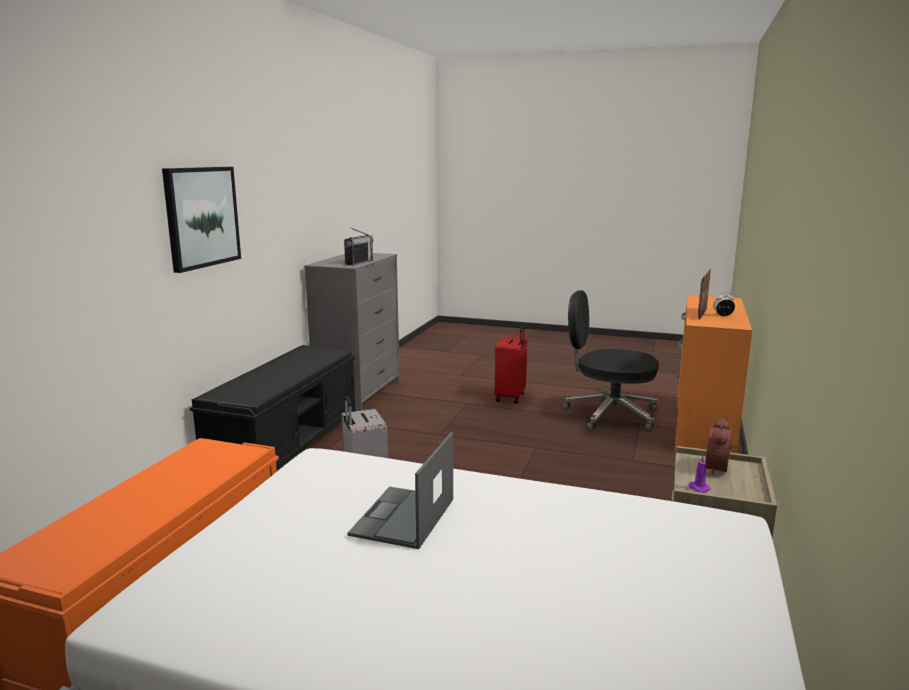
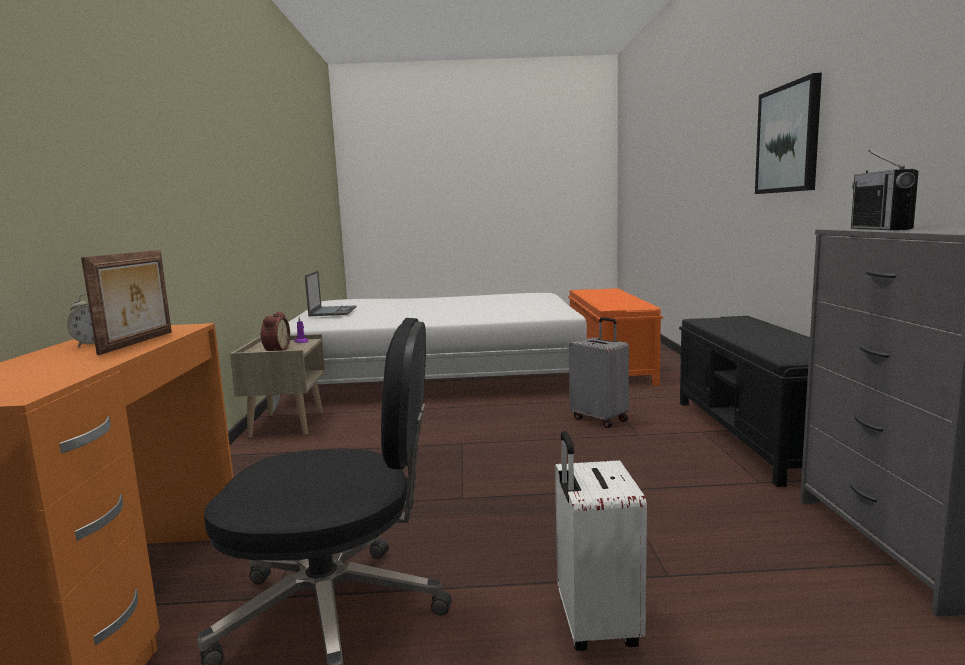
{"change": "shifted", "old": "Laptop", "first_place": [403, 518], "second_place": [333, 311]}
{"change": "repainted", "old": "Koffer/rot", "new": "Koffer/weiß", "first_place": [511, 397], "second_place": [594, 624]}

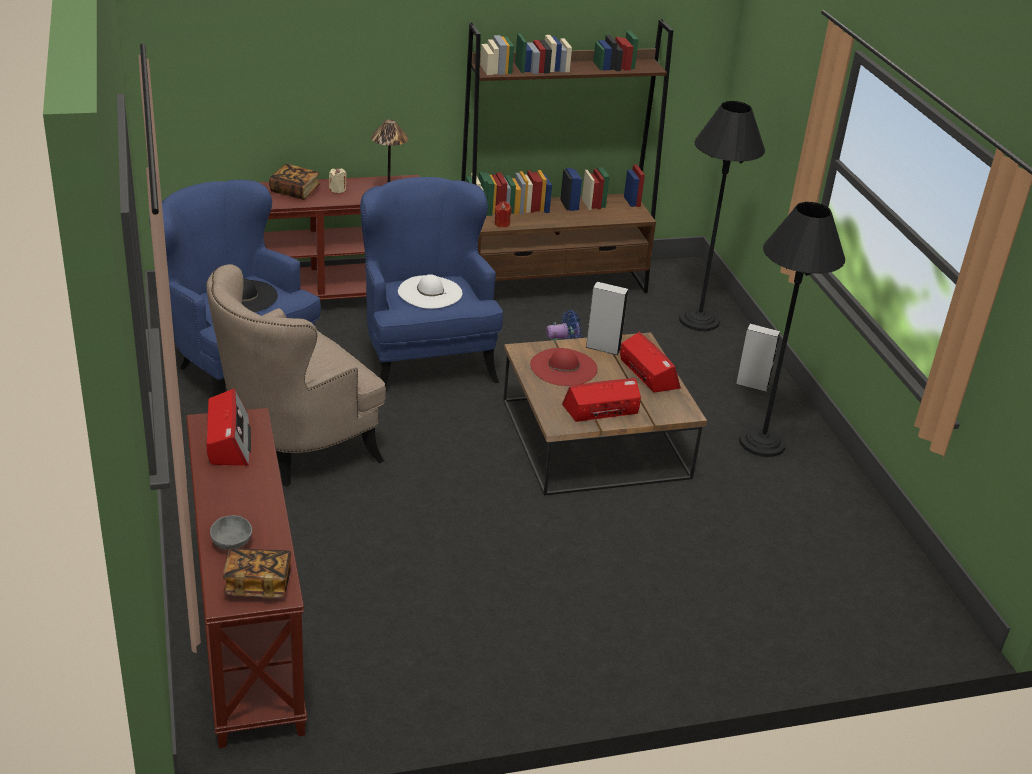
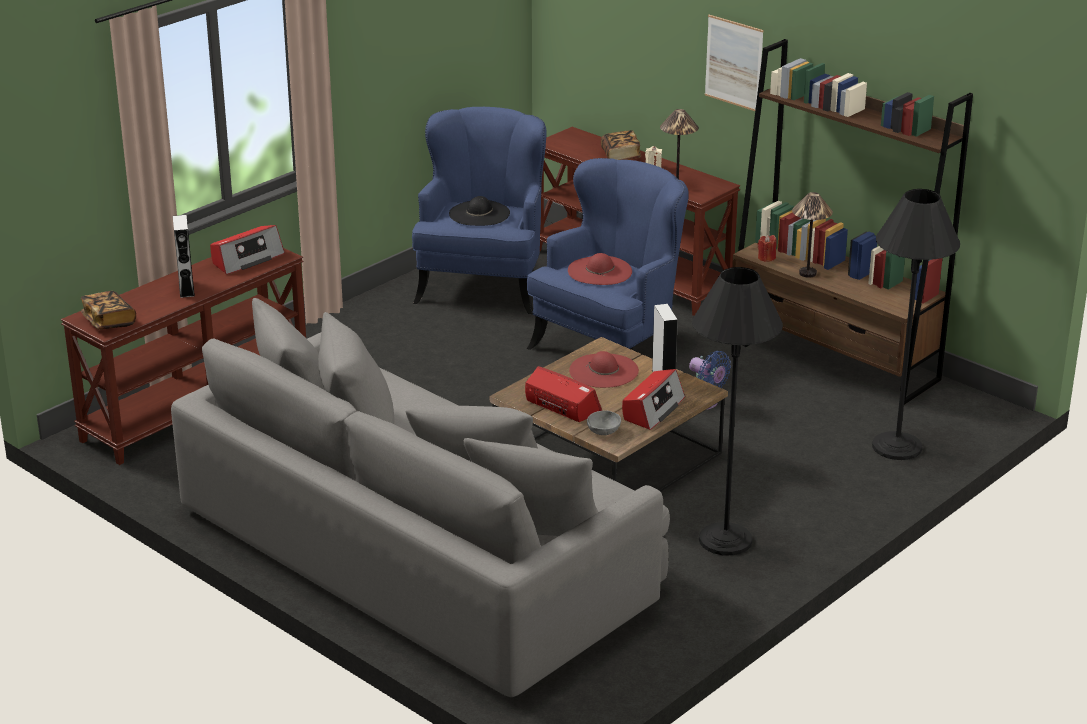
{"change": "gone", "old": "Sessel/beige", "first_place": [295, 448]}
{"change": "new", "new": "Sofa/grau", "second_place": [421, 551]}
{"change": "new", "new": "Bild", "second_place": [734, 63]}
{"change": "new", "new": "Tischlampe", "second_place": [808, 273]}
{"change": "shifted", "old": "Schüssel/grau", "first_place": [232, 542], "second_place": [604, 432]}
{"change": "shifted", "old": "Lautsprecher/grau", "first_place": [752, 385], "second_place": [186, 289]}
{"change": "repainted", "old": "Hut/weiß", "new": "Hut/rot", "first_place": [430, 292], "second_place": [599, 271]}

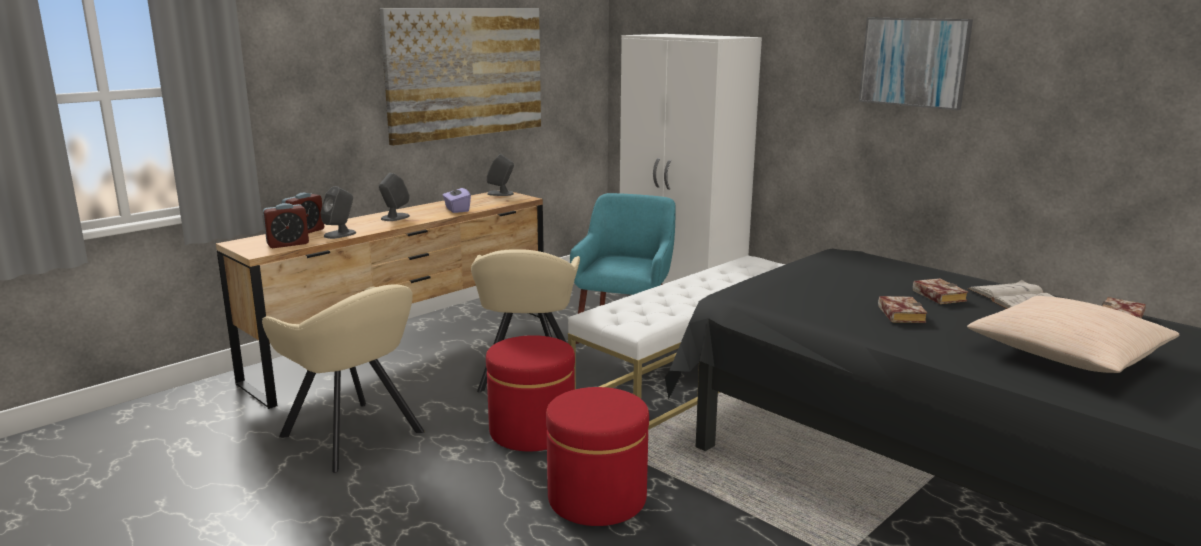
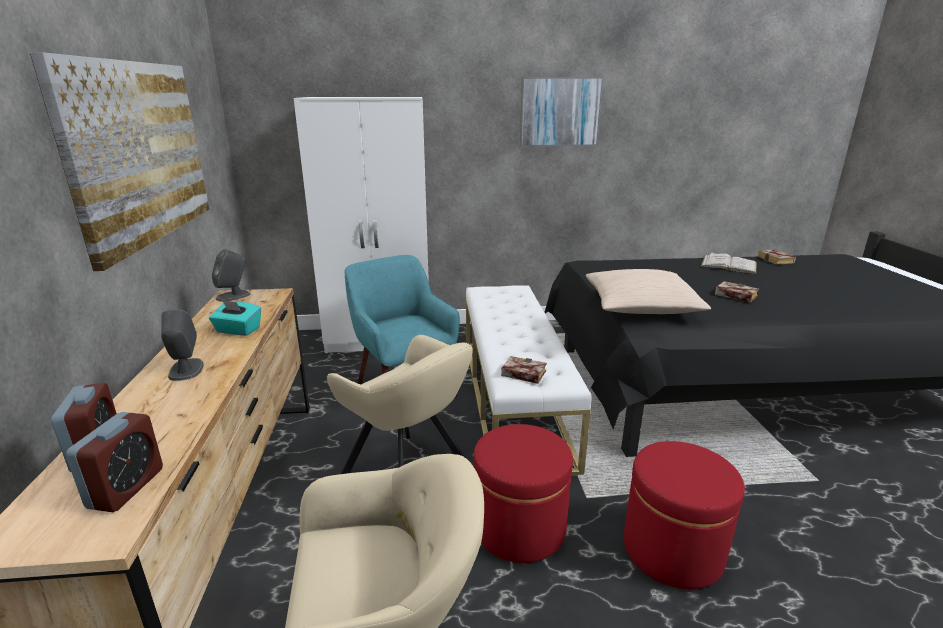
{"change": "gone", "old": "Lautsprecher/grau", "first_place": [340, 234]}
{"change": "shifted", "old": "Buch", "first_place": [936, 296], "second_place": [521, 374]}
{"change": "shifted", "old": "Kissen/beige", "first_place": [1067, 353], "second_place": [640, 306]}
{"change": "repainted", "old": "Taschentuchbox/lila", "new": "Taschentuchbox/türkis", "first_place": [456, 209], "second_place": [238, 330]}

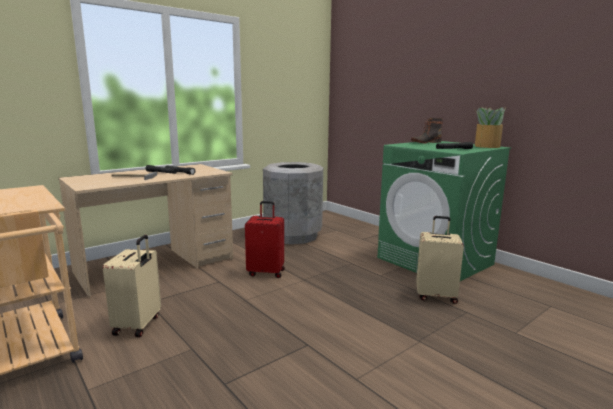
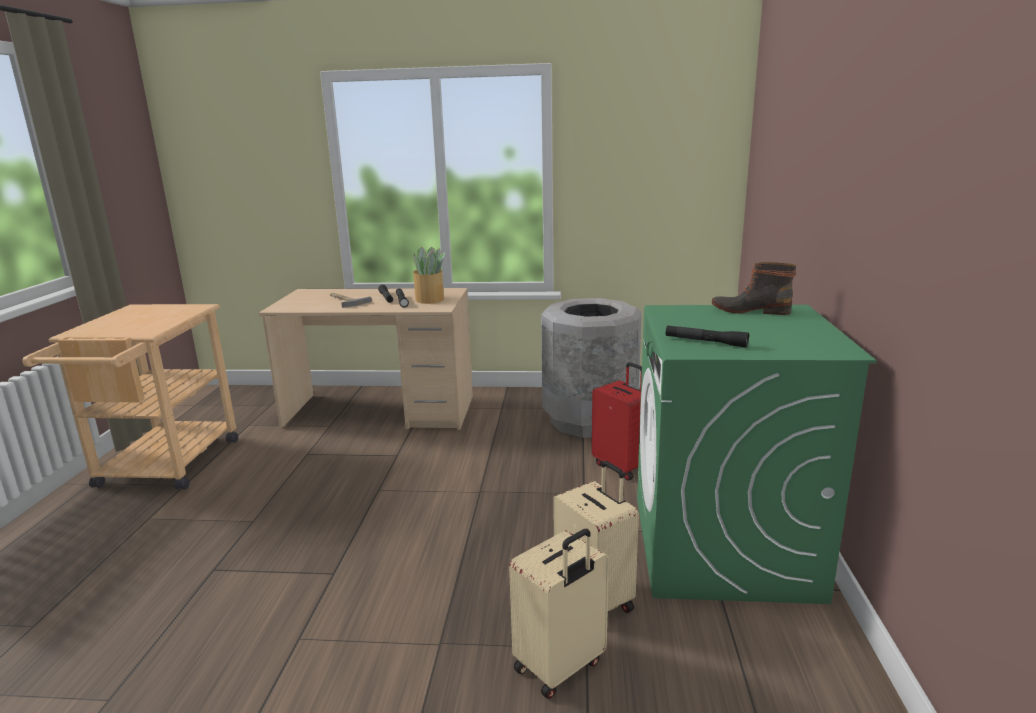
{"change": "shifted", "old": "Koffer/beige", "first_place": [138, 325], "second_place": [560, 667]}
{"change": "shifted", "old": "Koffer/rot", "first_place": [266, 272], "second_place": [623, 466]}
{"change": "shifted", "old": "Topfpflanze", "first_place": [486, 146], "second_place": [429, 299]}

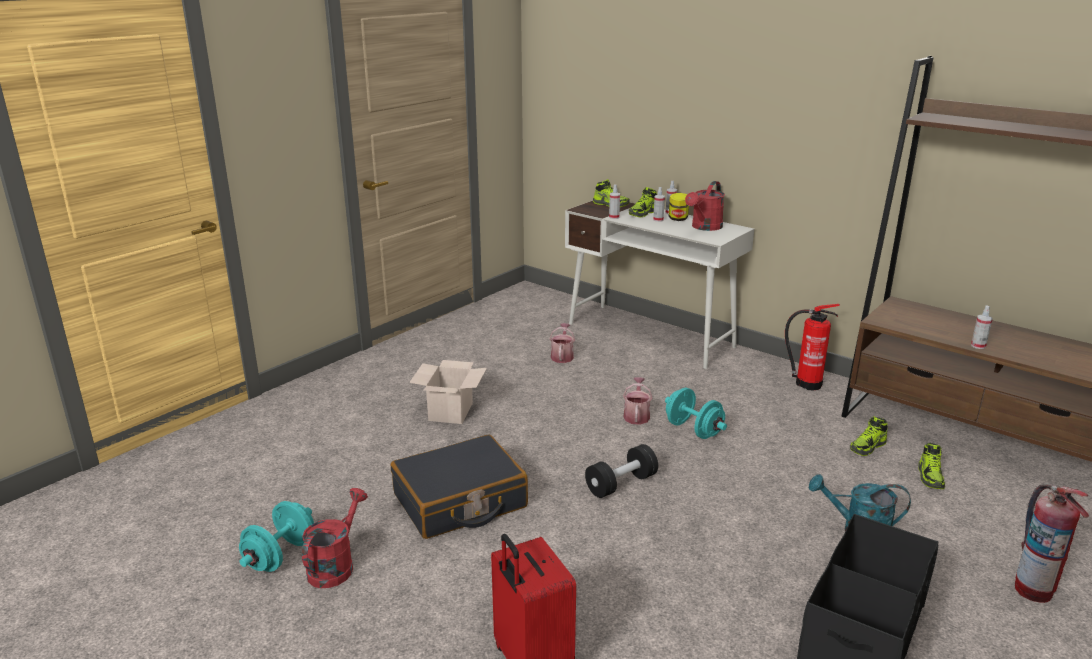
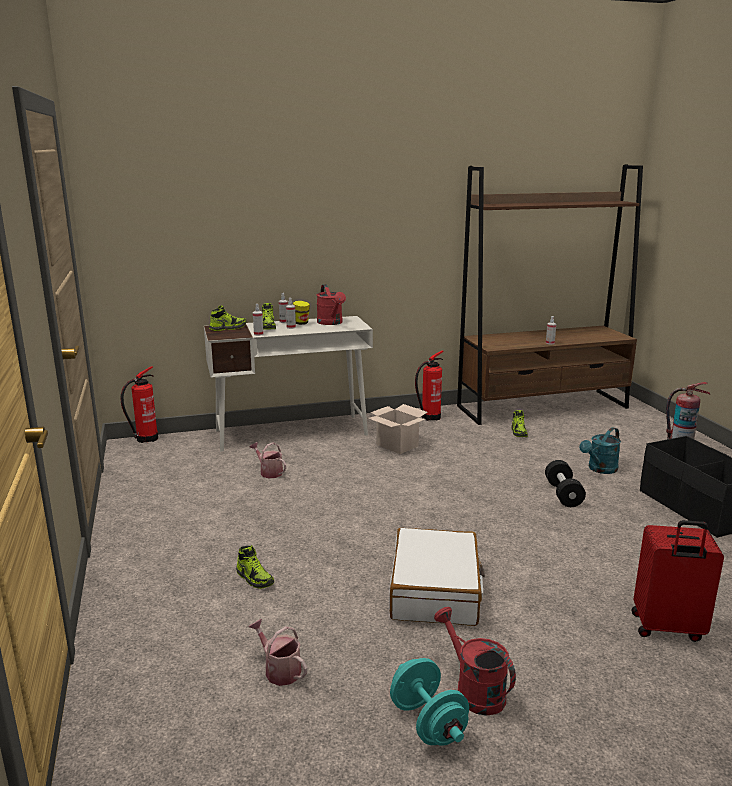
{"change": "gone", "old": "Hantel/türkis", "first_place": [693, 430]}
{"change": "new", "new": "Feuerlöscher", "second_place": [145, 439]}
{"change": "shifted", "old": "Karton", "first_place": [450, 411], "second_place": [396, 445]}
{"change": "shifted", "old": "Hantel/schwarz", "first_place": [621, 484], "second_place": [563, 494]}
{"change": "shifted", "old": "Gießkanne", "first_place": [636, 415], "second_place": [279, 670]}
{"change": "shifted", "old": "Schuh", "first_place": [930, 477], "second_place": [255, 578]}
{"change": "repainted", "old": "Koffer/schwarz", "new": "Koffer/weiß", "first_place": [460, 501], "second_place": [435, 591]}

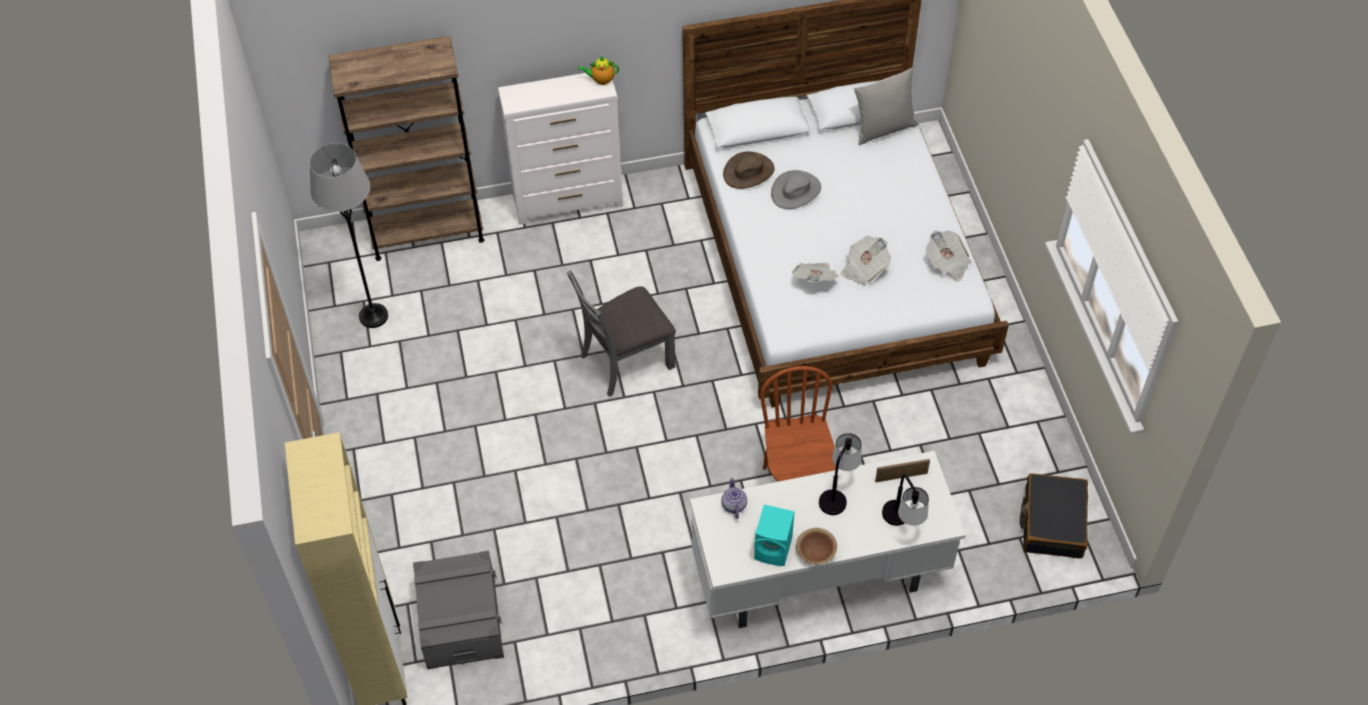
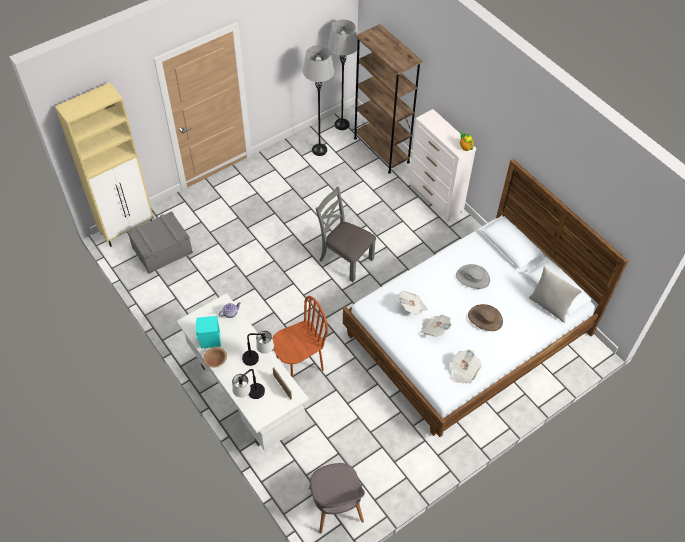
{"change": "new", "new": "Stehlampe/grau", "second_place": [342, 124]}
{"change": "shifted", "old": "Hut/braun", "first_place": [748, 172], "second_place": [485, 318]}
{"change": "swapped", "old": "Koffer/schwarz", "new": "Stuhl/grau", "first_place": [1052, 522], "second_place": [336, 506]}

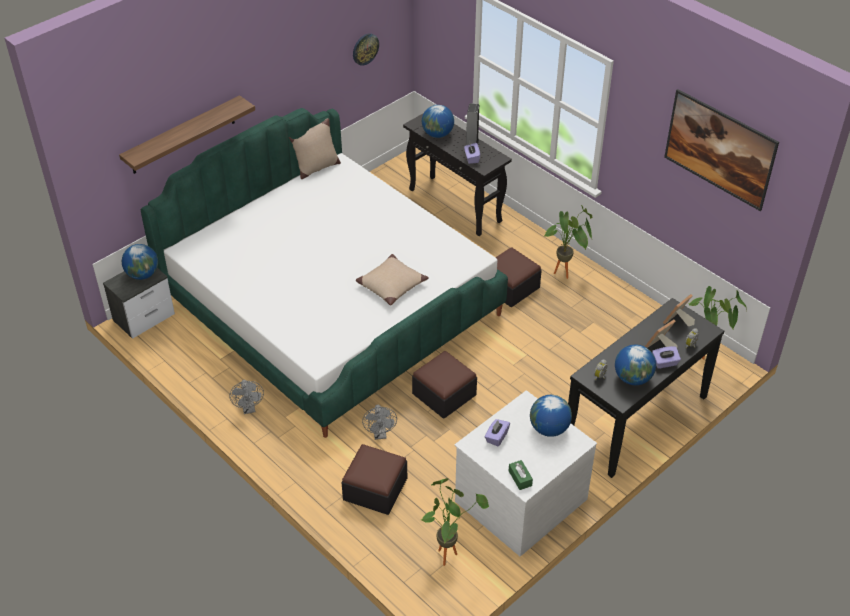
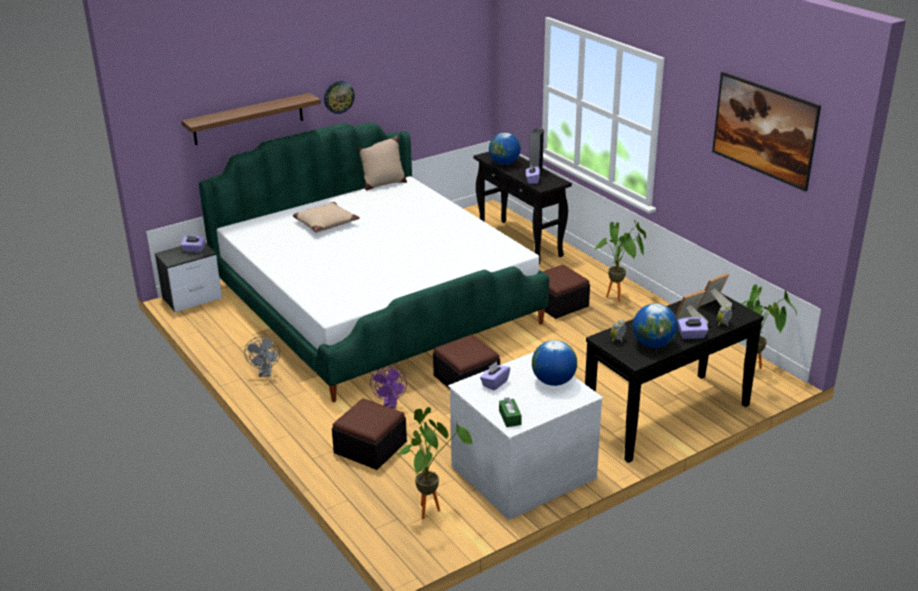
{"change": "shifted", "old": "Wanduhr", "first_place": [365, 49], "second_place": [338, 97]}
{"change": "shifted", "old": "Kissen/beige", "first_place": [391, 285], "second_place": [325, 223]}
{"change": "swapped", "old": "Globus", "new": "Taschentuchbox/lila", "first_place": [143, 274], "second_place": [194, 250]}
{"change": "repainted", "old": "Ventilator/grau", "new": "Ventilator/lila", "first_place": [380, 434], "second_place": [390, 404]}

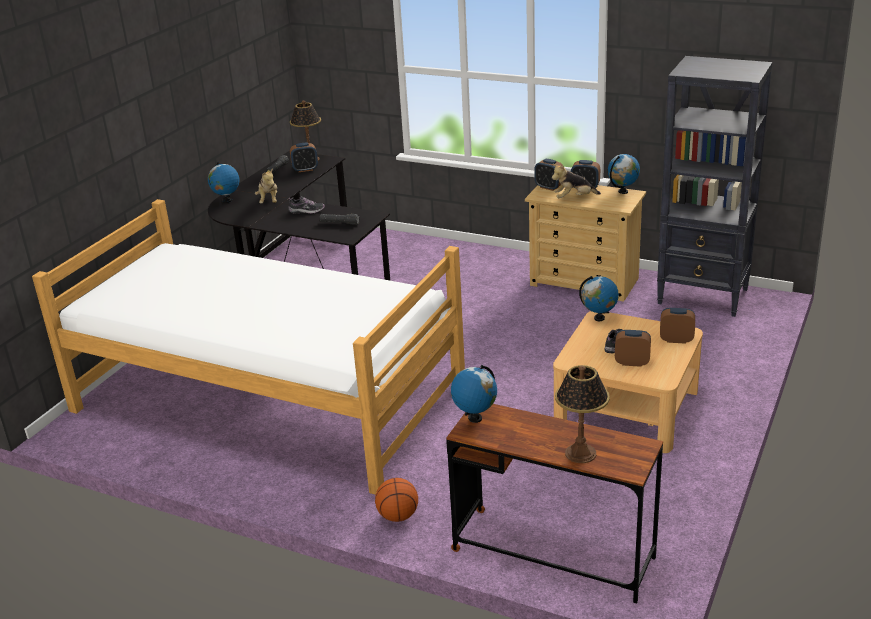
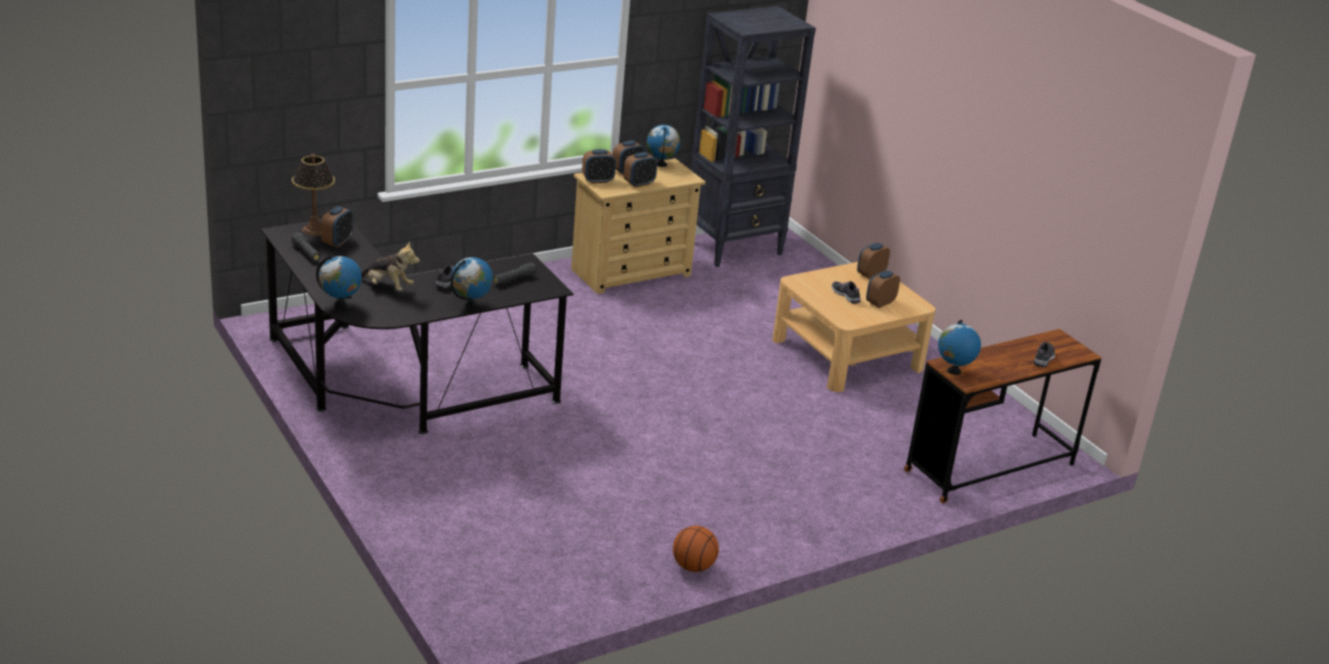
{"change": "gone", "old": "Bett", "first_place": [267, 397]}
{"change": "shifted", "old": "Basketball", "first_place": [398, 516], "second_place": [693, 567]}
{"change": "shifted", "old": "Globus", "first_place": [599, 318], "second_place": [471, 305]}
{"change": "swapped", "old": "Plüschtier", "new": "Wecker", "first_place": [574, 198], "second_place": [639, 183]}
{"change": "swapped", "old": "Tischlampe", "new": "Schuh", "first_place": [580, 453], "second_place": [1043, 358]}

